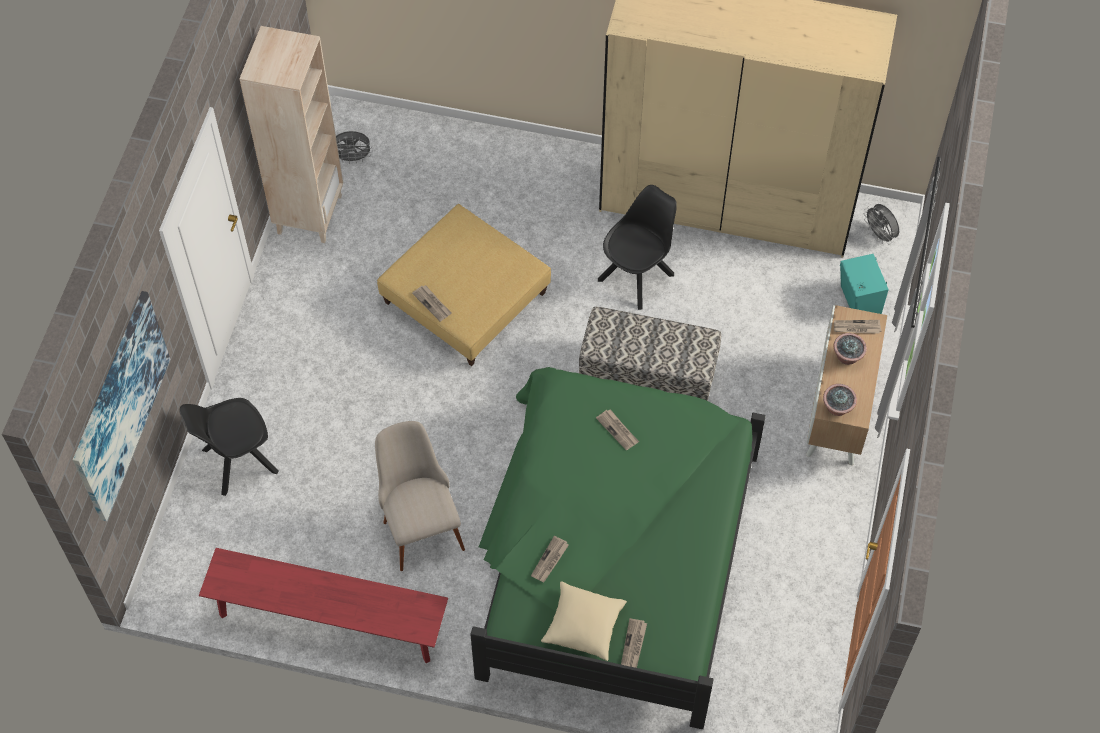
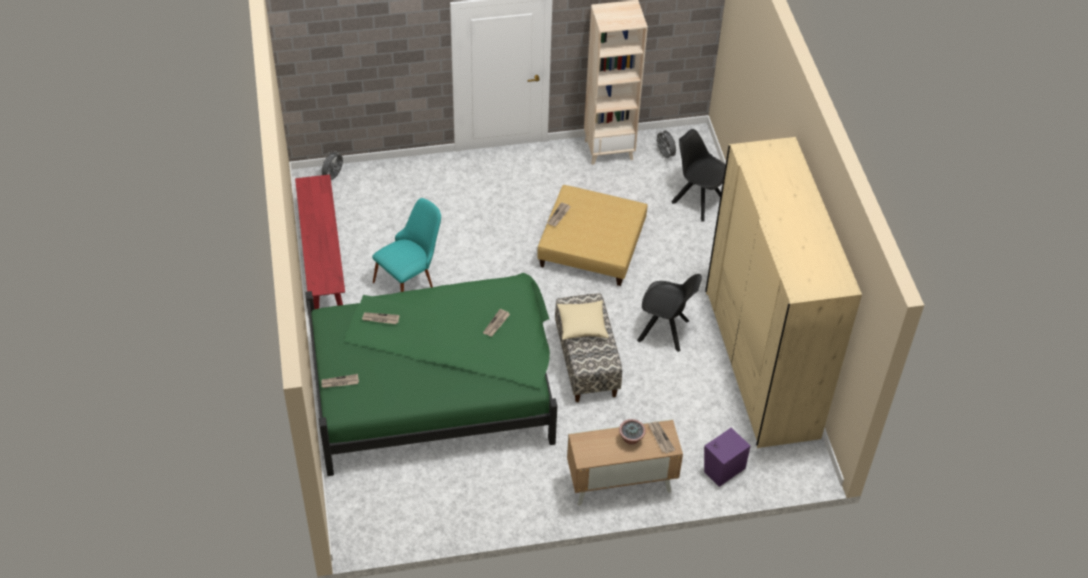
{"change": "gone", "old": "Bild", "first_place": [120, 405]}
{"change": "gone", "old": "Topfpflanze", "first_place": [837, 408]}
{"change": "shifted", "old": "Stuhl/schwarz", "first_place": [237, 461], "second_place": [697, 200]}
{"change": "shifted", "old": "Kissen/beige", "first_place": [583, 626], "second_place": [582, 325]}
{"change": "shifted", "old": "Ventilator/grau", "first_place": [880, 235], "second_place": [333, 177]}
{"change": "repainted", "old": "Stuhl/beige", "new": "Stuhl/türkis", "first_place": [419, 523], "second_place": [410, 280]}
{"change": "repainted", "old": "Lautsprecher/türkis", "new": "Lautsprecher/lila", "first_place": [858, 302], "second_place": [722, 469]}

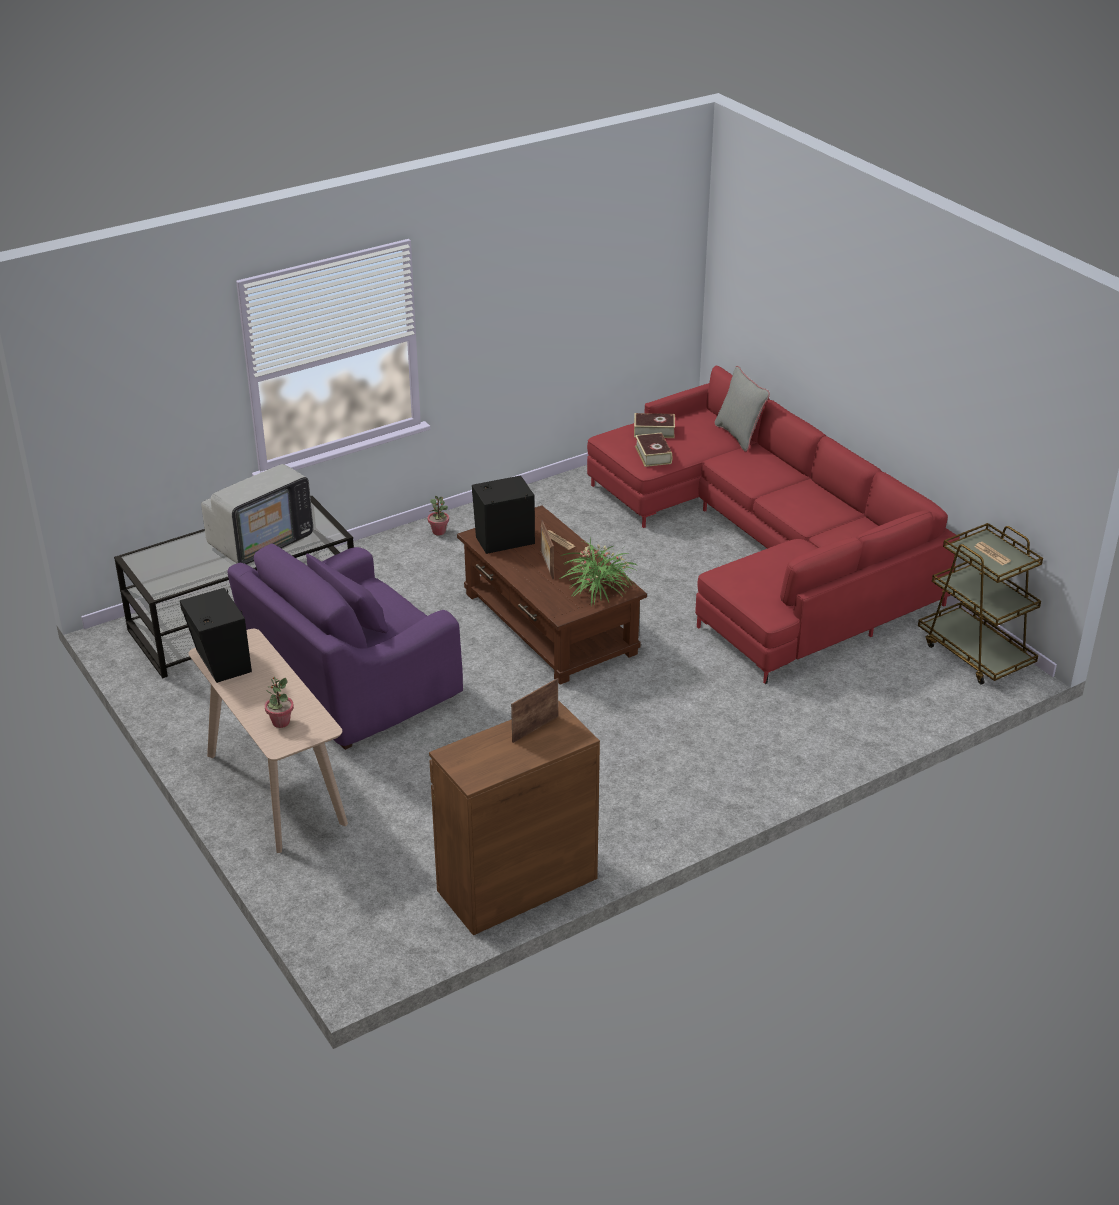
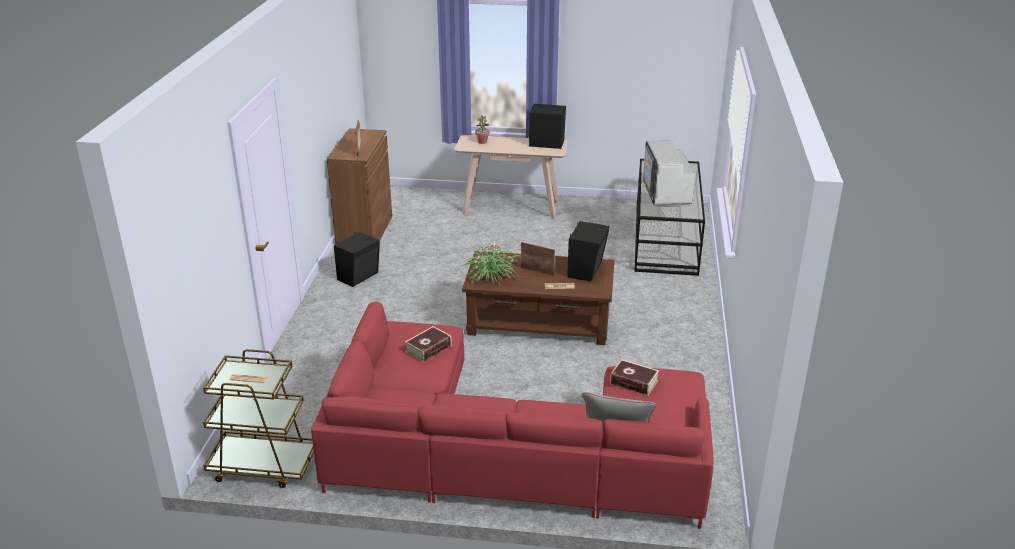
{"change": "gone", "old": "Sessel/lila", "first_place": [350, 686]}
{"change": "gone", "old": "Topfpflanze", "first_place": [439, 532]}
{"change": "new", "new": "Lautsprecher/schwarz", "second_place": [359, 276]}
{"change": "shifted", "old": "Buch", "first_place": [654, 431], "second_place": [428, 349]}

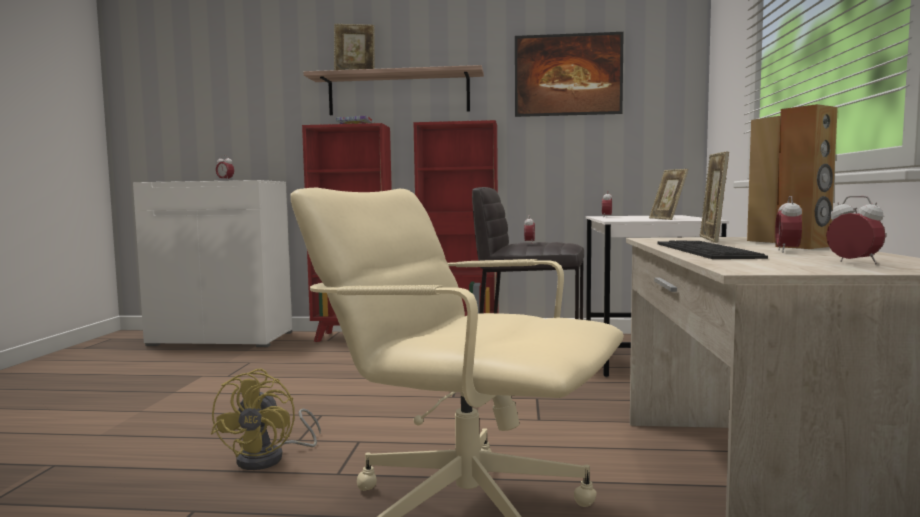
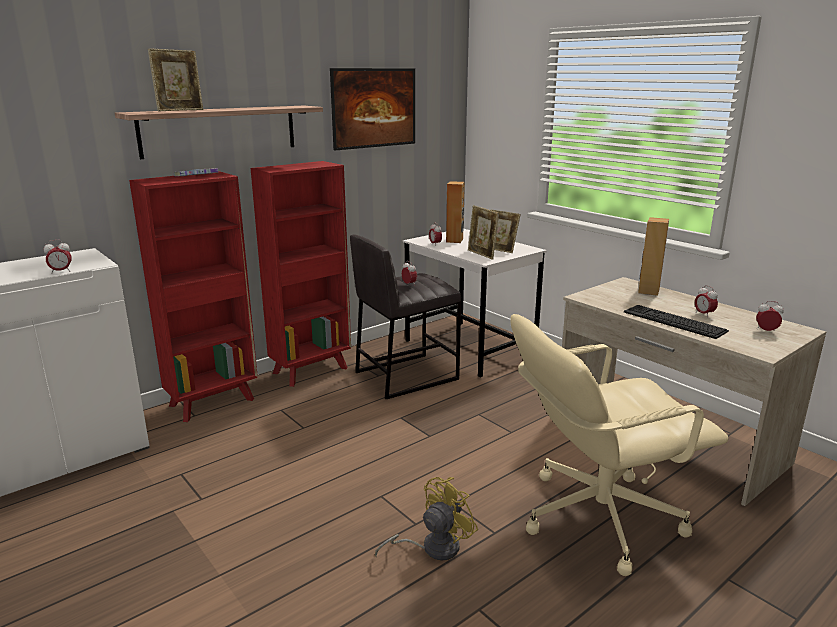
{"change": "shifted", "old": "Bilderrahmen", "first_place": [711, 240], "second_place": [482, 254]}
{"change": "shifted", "old": "Lautsprecher/braun", "first_place": [803, 247], "second_place": [454, 240]}
{"change": "rotated", "old": "Ventilator/gelb", "first_place": [270, 458], "second_place": [432, 548], "degrees": -90}

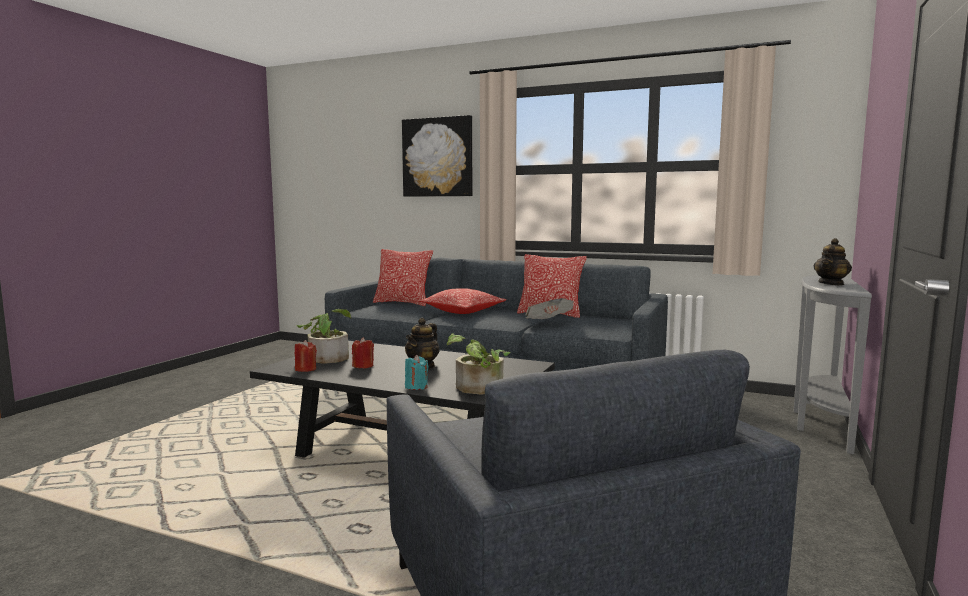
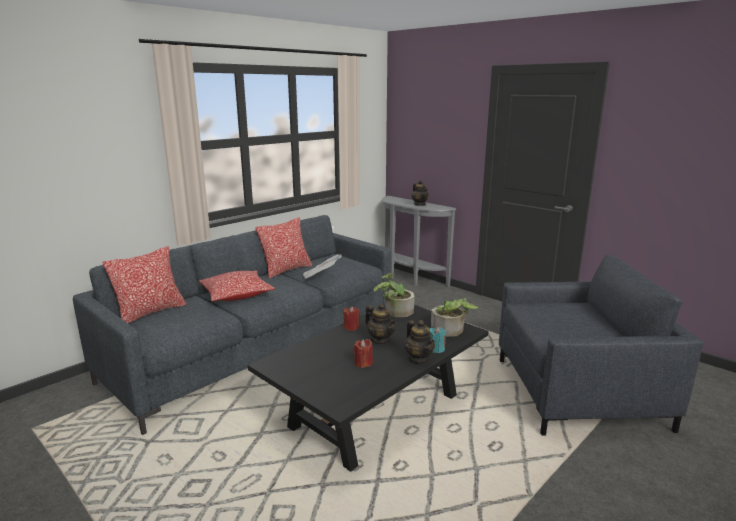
{"change": "gone", "old": "Bild", "first_place": [438, 157]}
{"change": "new", "new": "Teekanne", "second_place": [419, 359]}
{"change": "shifted", "old": "Kerze/rot", "first_place": [305, 369], "second_place": [351, 327]}
{"change": "shifted", "old": "Topfpflanze", "first_place": [327, 357], "second_place": [394, 311]}

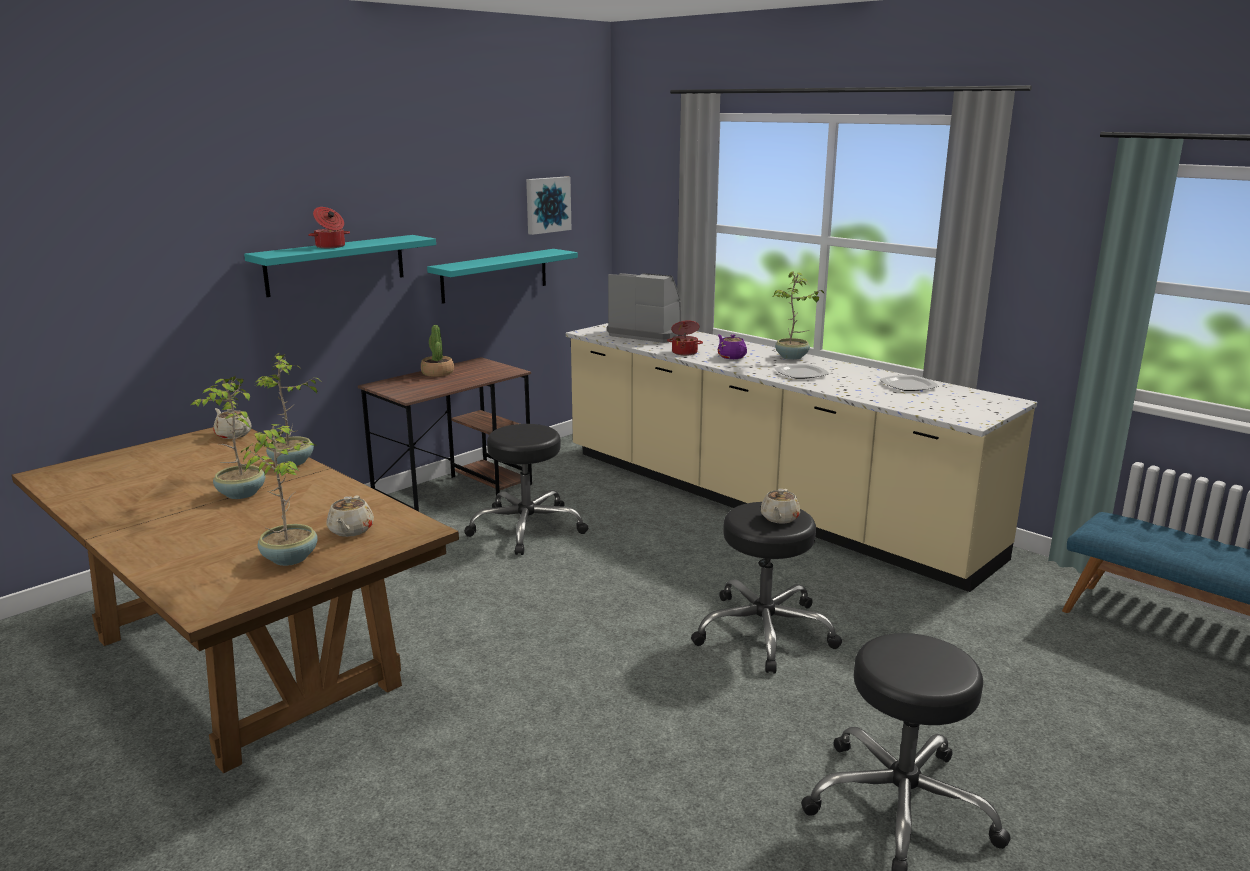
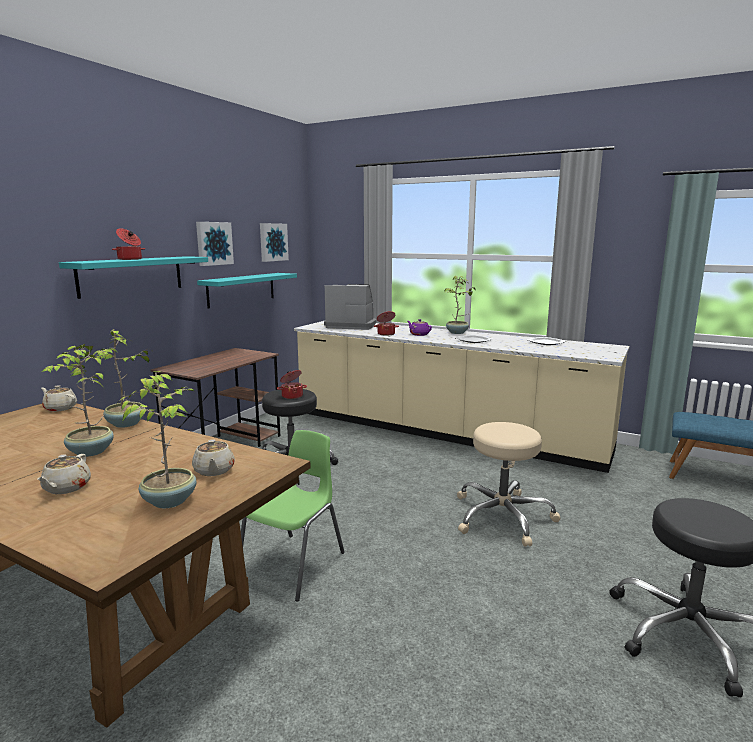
{"change": "gone", "old": "Topfpflanze", "first_place": [437, 373]}
{"change": "new", "new": "Bild", "second_place": [213, 243]}
{"change": "new", "new": "Stuhl/grün", "second_place": [294, 564]}
{"change": "new", "new": "Kochtopf", "second_place": [292, 396]}
{"change": "shifted", "old": "Teekanne/beige", "first_place": [779, 518], "second_place": [66, 488]}
{"change": "repainted", "old": "Hocker/schwarz", "new": "Hocker/beige", "first_place": [764, 632], "second_place": [502, 517]}

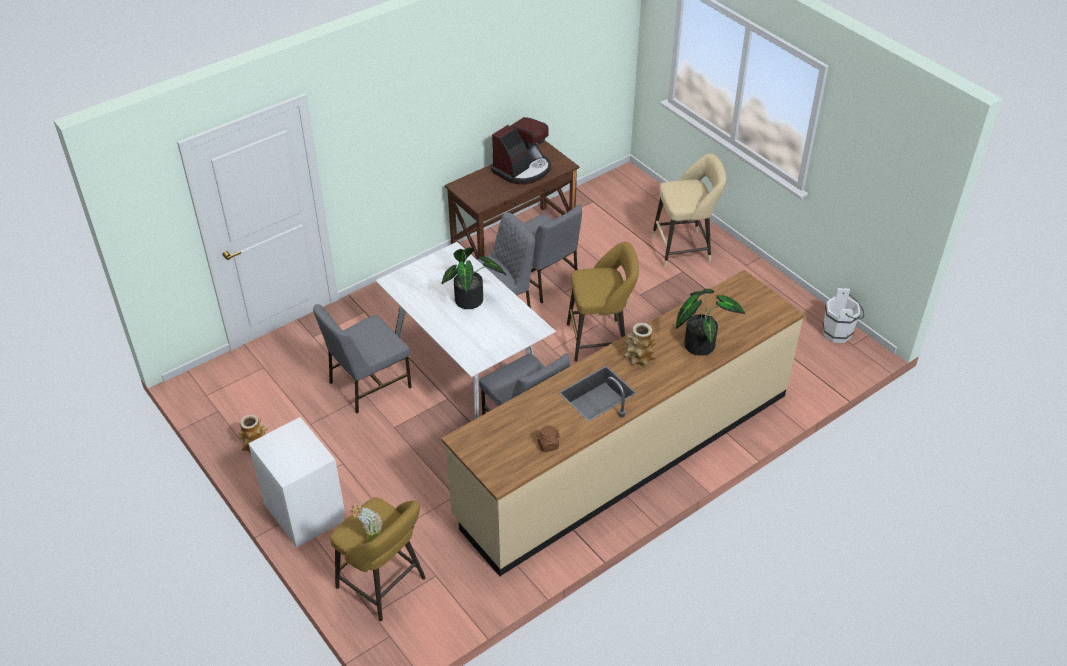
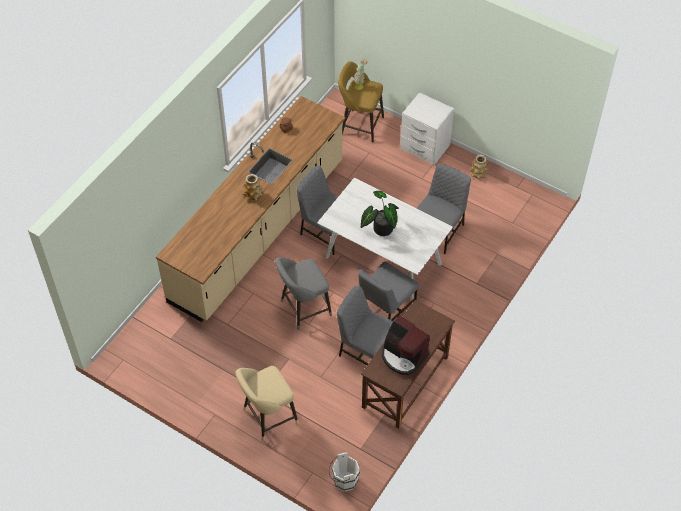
{"change": "gone", "old": "Topfpflanze", "first_place": [701, 343]}
{"change": "shifted", "old": "Eimer/weiß", "first_place": [839, 333], "second_place": [343, 481]}
{"change": "repainted", "old": "Hocker/gelb", "new": "Hocker/grau", "first_place": [600, 340], "second_place": [303, 309]}
{"change": "rotated", "old": "Kaffeemaschine", "first_place": [522, 169], "second_place": [403, 355], "degrees": -75}

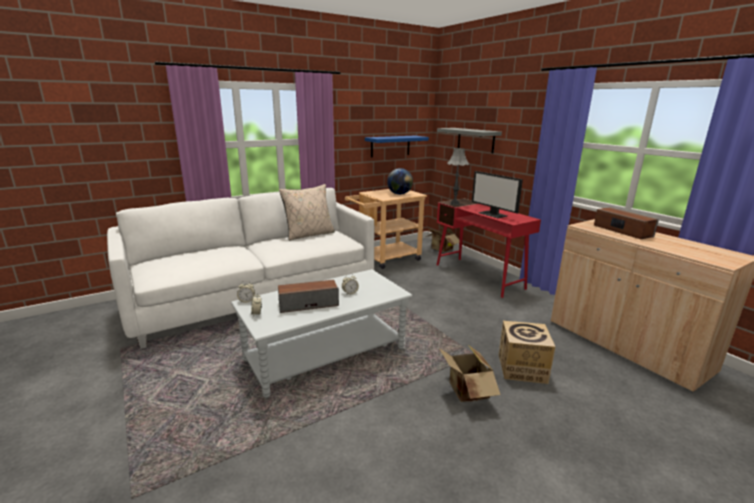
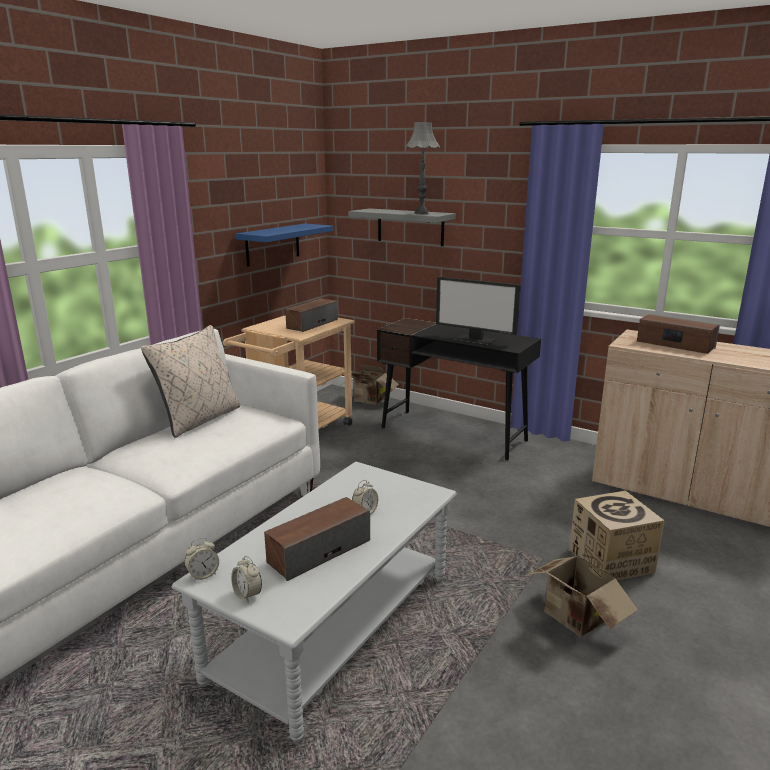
{"change": "shifted", "old": "Tischlampe/grau", "first_place": [454, 204], "second_place": [421, 214]}
{"change": "swapped", "old": "Globus", "new": "Lautsprecher", "first_place": [399, 194], "second_place": [312, 324]}
{"change": "repainted", "old": "Schreibtisch/rot", "new": "Schreibtisch/schwarz", "first_place": [479, 276], "second_place": [453, 434]}

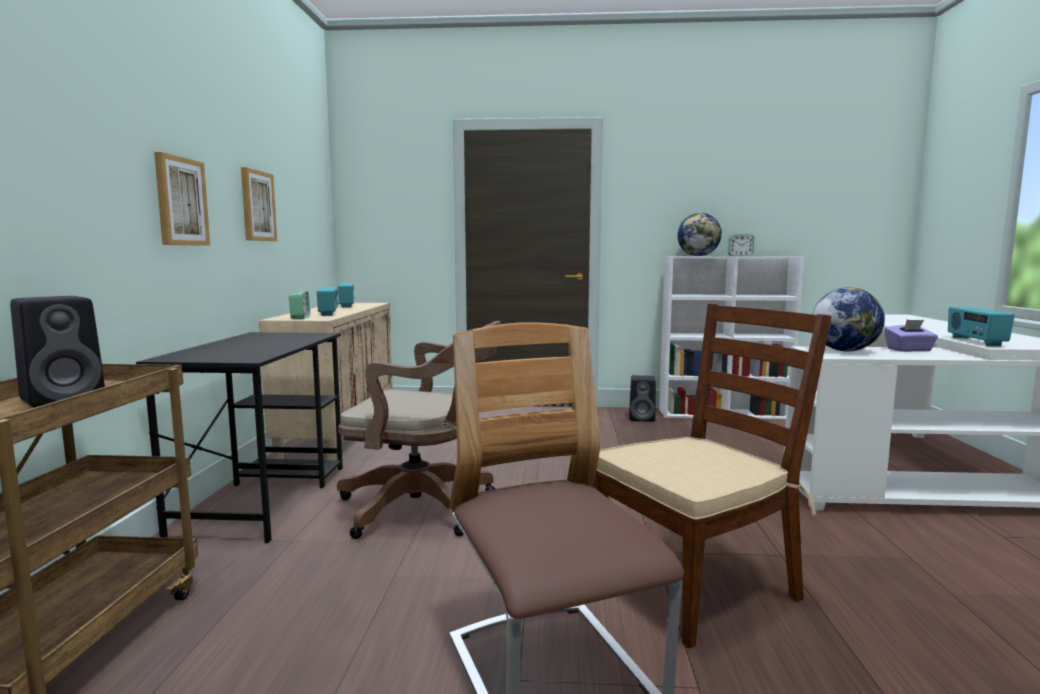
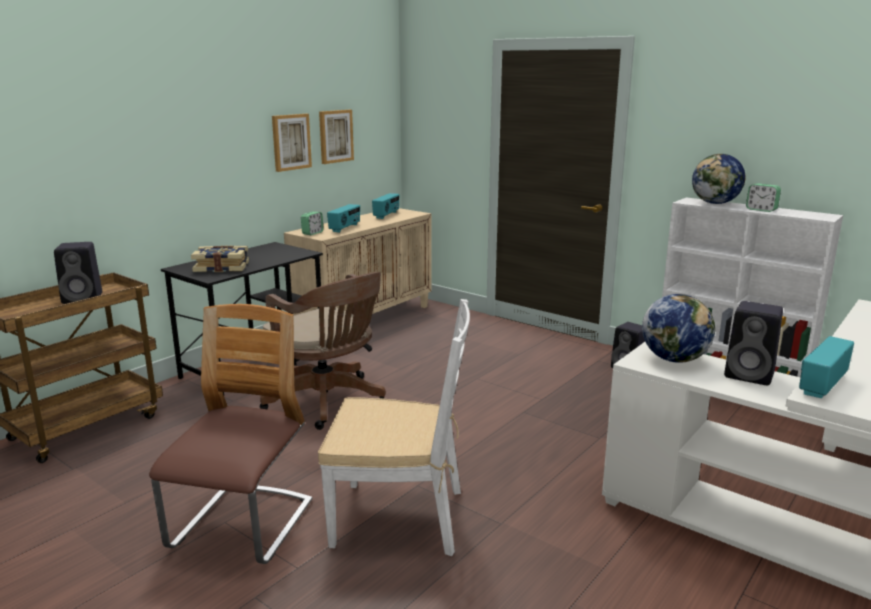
{"change": "new", "new": "Buch", "second_place": [222, 267]}
{"change": "shifted", "old": "Bild", "first_place": [180, 201], "second_place": [335, 136]}
{"change": "swapped", "old": "Taschentuchbox/lila", "new": "Lautsprecher/schwarz", "first_place": [909, 350], "second_place": [751, 375]}
{"change": "repainted", "old": "Stuhl/braun", "new": "Stuhl/weiß", "first_place": [695, 586], "second_place": [400, 517]}

